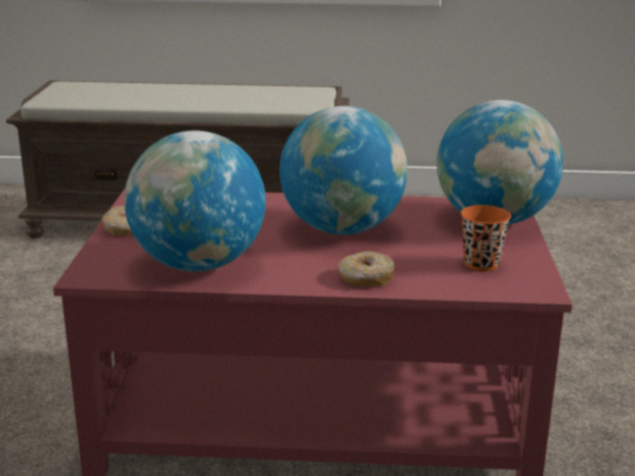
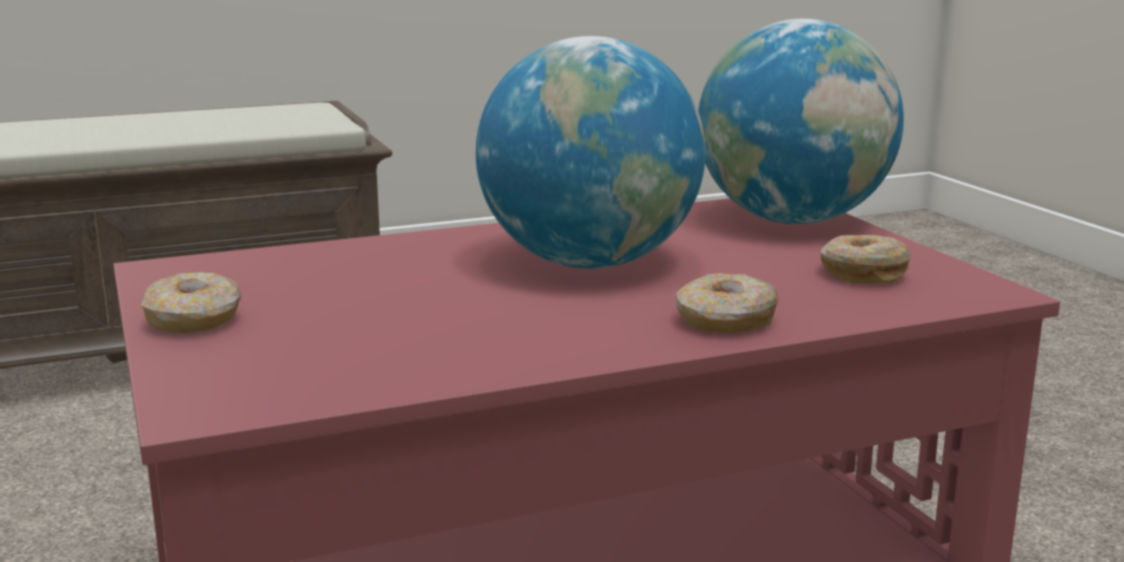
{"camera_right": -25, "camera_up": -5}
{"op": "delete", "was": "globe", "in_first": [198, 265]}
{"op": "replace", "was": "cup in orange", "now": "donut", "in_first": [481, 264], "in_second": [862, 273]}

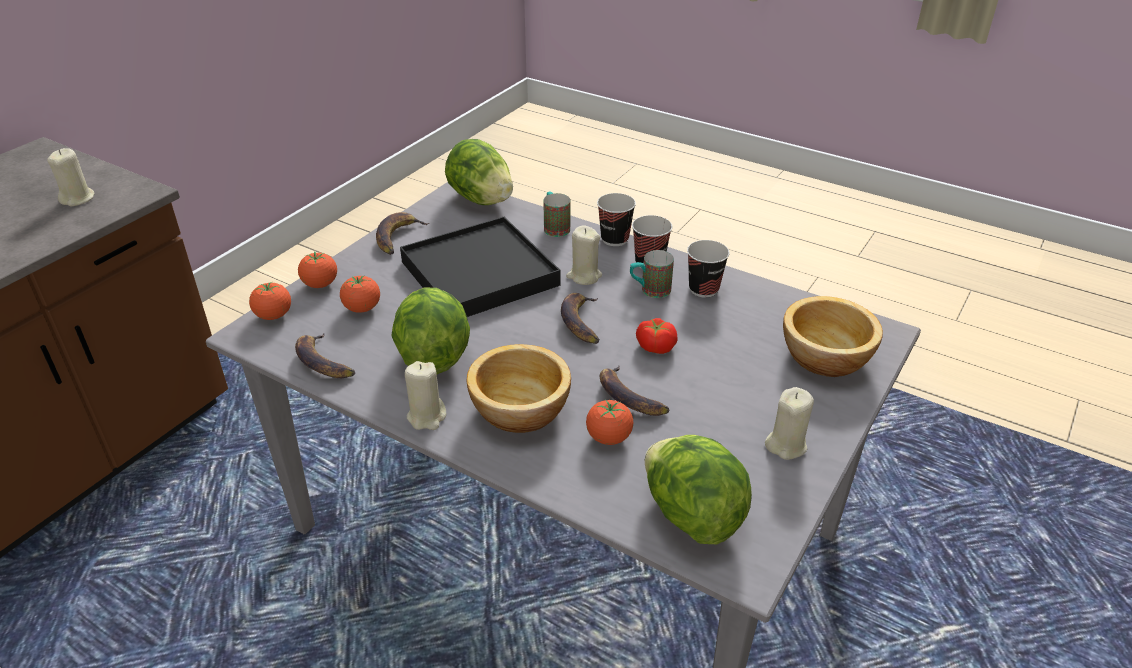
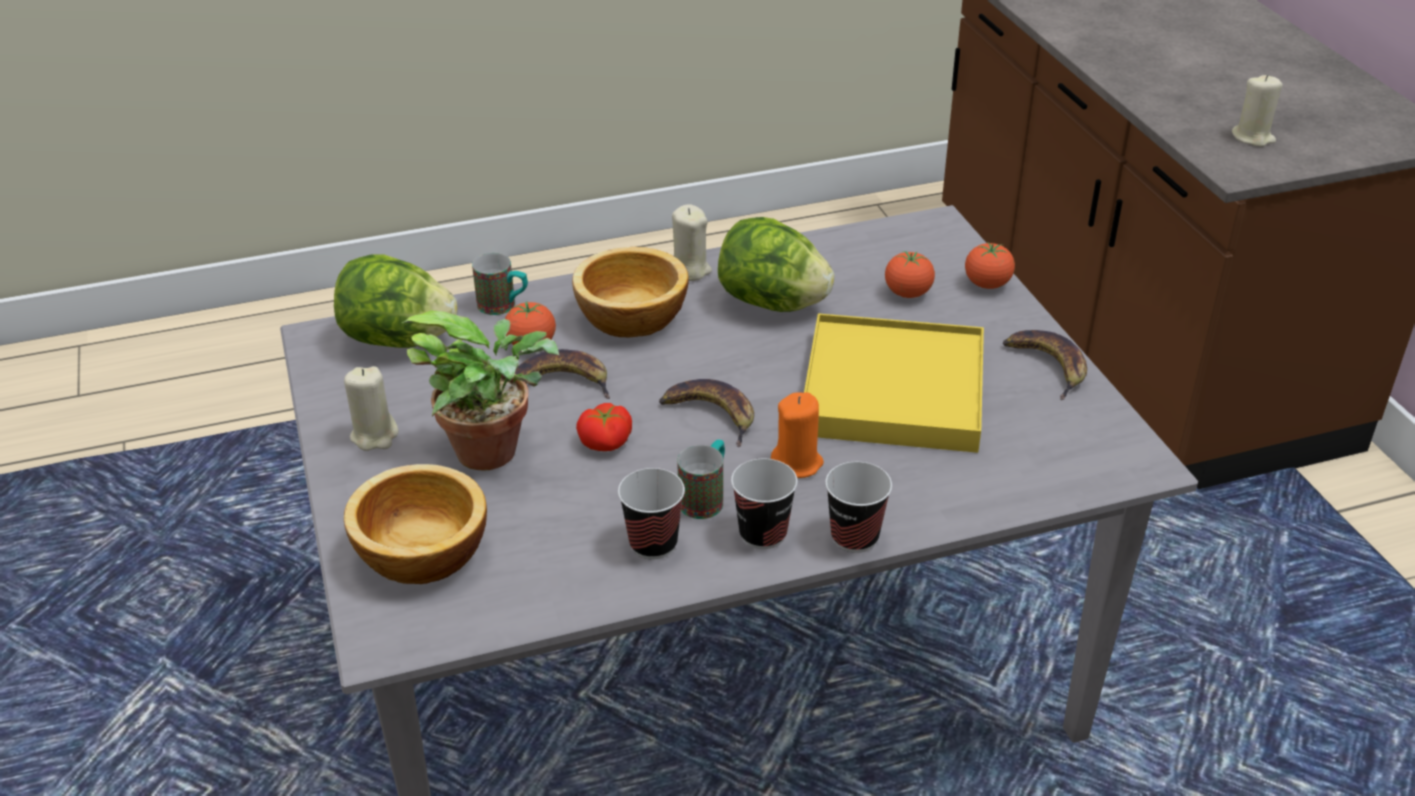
{"camera_right": 130, "camera_up": 0}
{"op": "delete", "was": "tomato", "in_first": [274, 316]}
{"op": "delete", "was": "banana fruit", "in_first": [323, 362]}
{"op": "recolor", "was": "serving tray in black", "now": "serving tray in yellowish", "in_first": [479, 273], "in_second": [894, 390]}
{"op": "delete", "was": "head of lettuce", "in_first": [481, 199]}
{"op": "move", "was": "coffee mug", "in_first": [555, 227], "in_second": [504, 306]}
{"op": "recolor", "was": "candle in sand-coloured", "now": "candle in orange", "in_first": [584, 276], "in_second": [797, 463]}
{"op": "insert", "now": "potted plant", "in_second": [495, 451]}

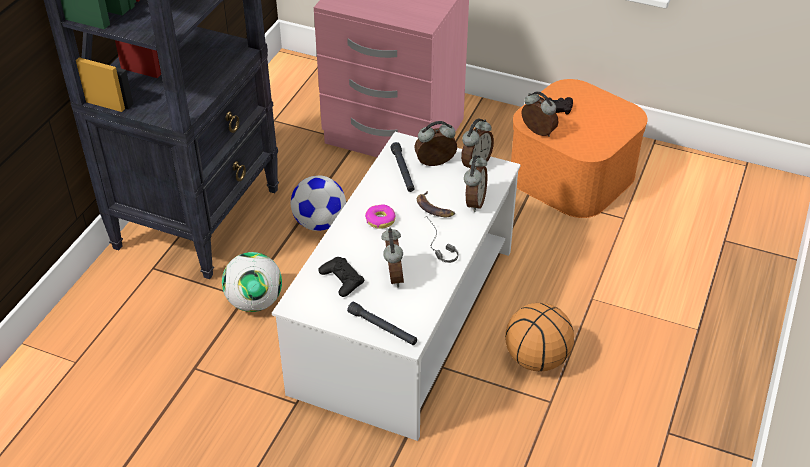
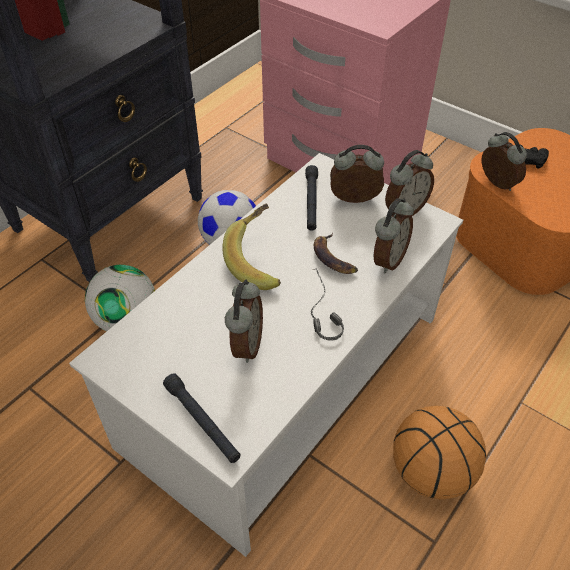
{"camera_right": 15, "camera_up": 5}
{"op": "delete", "was": "joypad in black", "in_first": [342, 280]}
{"op": "replace", "was": "donut", "now": "banana fruit", "in_first": [380, 220], "in_second": [260, 261]}

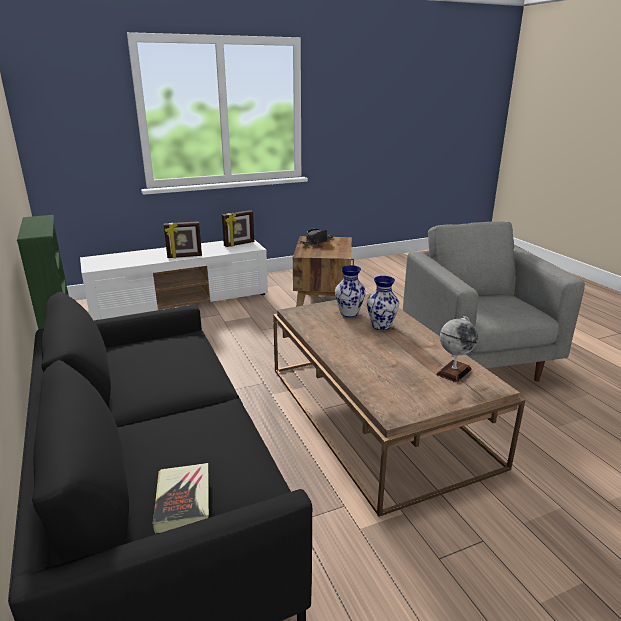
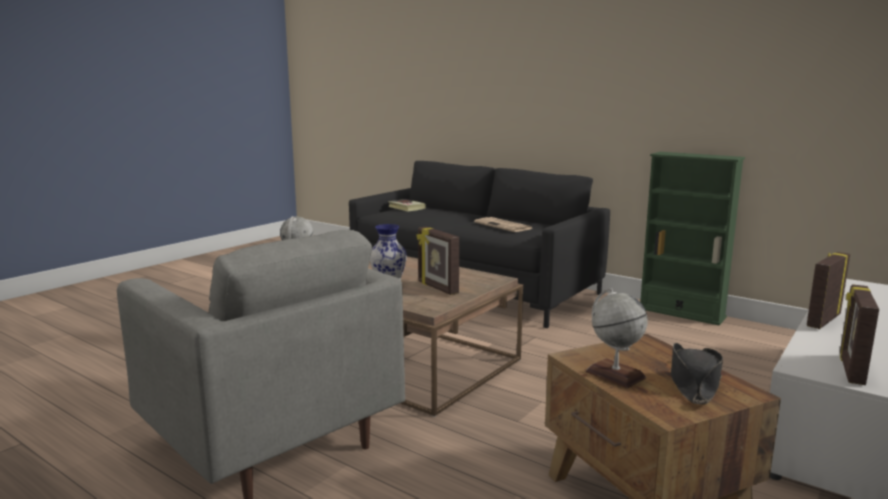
{"camera_right": 150, "camera_up": -10}
{"op": "replace", "was": "vase", "now": "photo frame", "in_first": [348, 313], "in_second": [437, 288]}
{"op": "insert", "now": "printed paper", "in_second": [504, 226]}
{"op": "insert", "now": "globe", "in_second": [615, 374]}

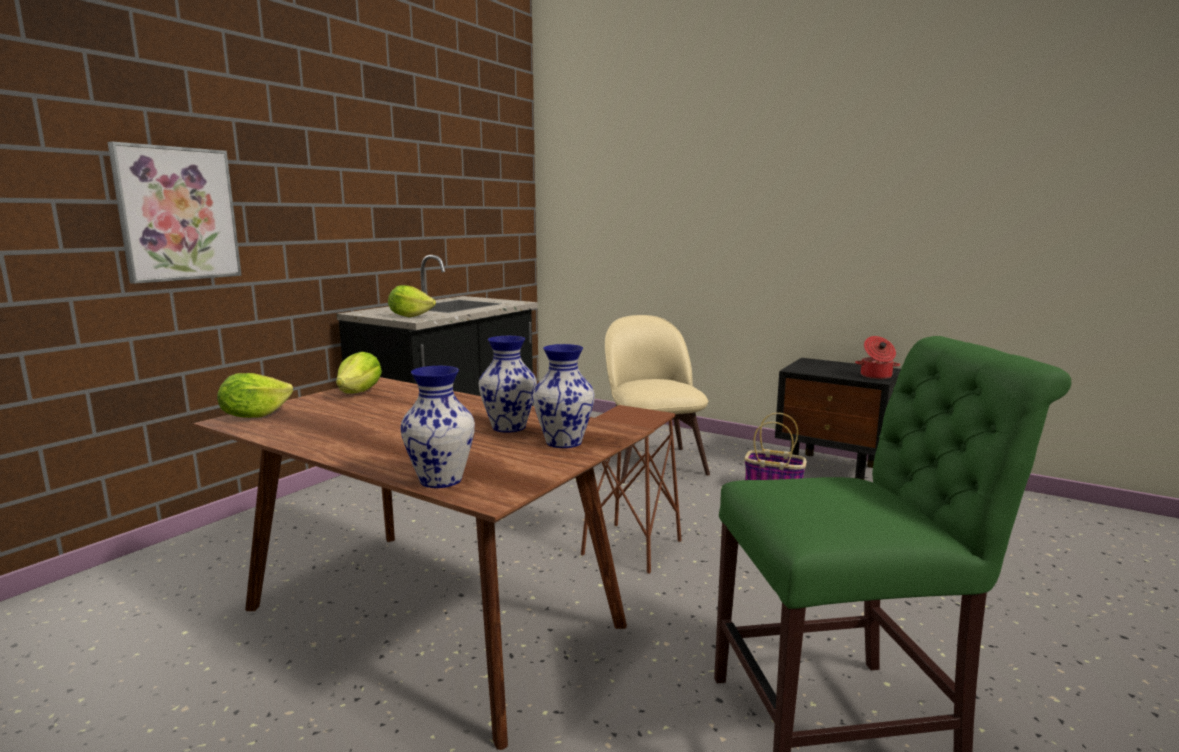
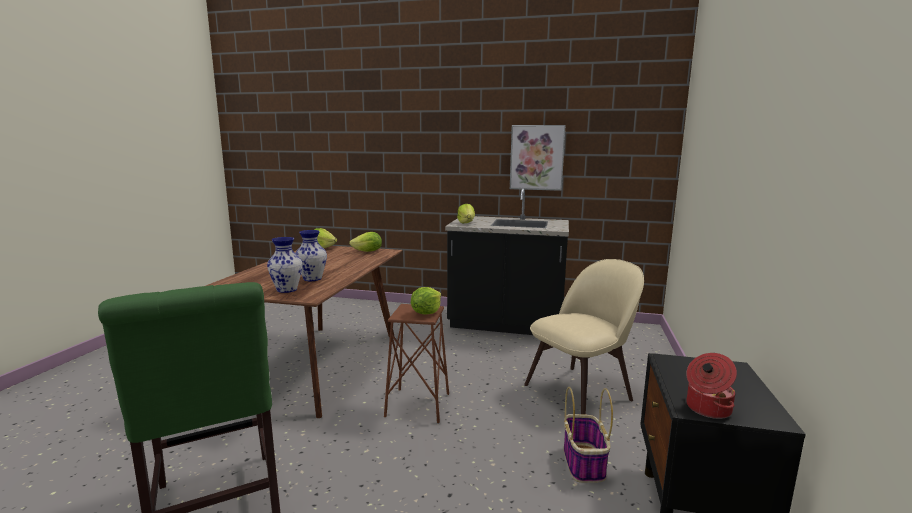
{"camera_right": 70, "camera_up": 0}
{"op": "move", "was": "wall picture", "in_first": [177, 214], "in_second": [537, 157]}
{"op": "delete", "was": "vase", "in_first": [441, 480]}
{"op": "insert", "now": "head of lettuce", "in_second": [426, 312]}

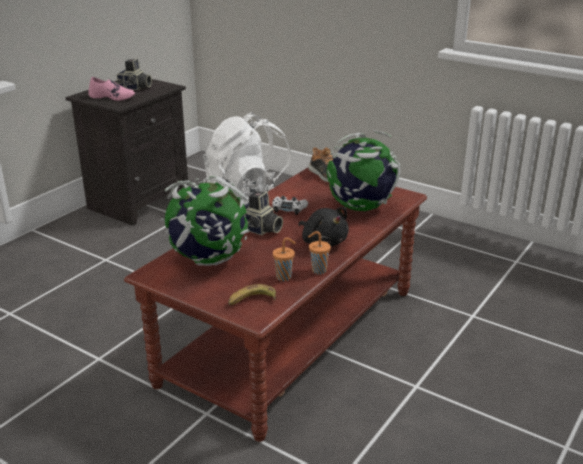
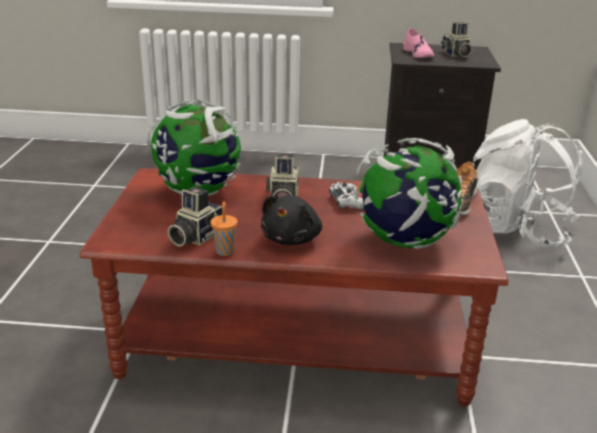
{"camera_right": 60, "camera_up": 0}
{"op": "delete", "was": "banana fruit", "in_first": [251, 300]}
{"op": "replace", "was": "cup in orange", "now": "still camera", "in_first": [284, 277], "in_second": [195, 236]}

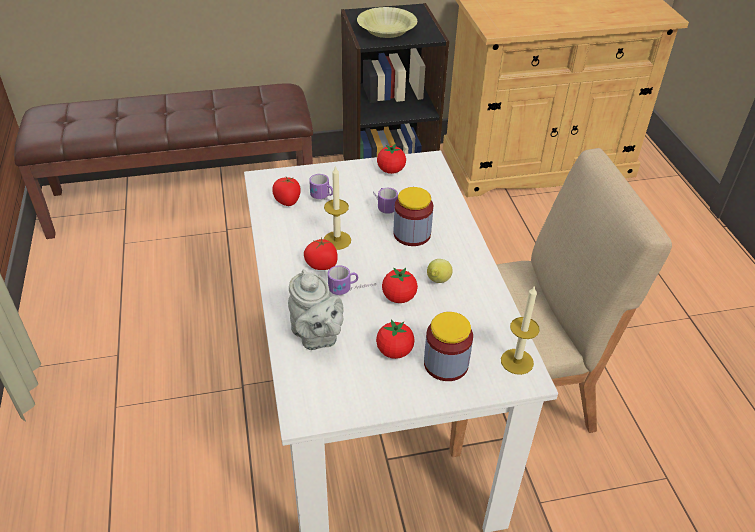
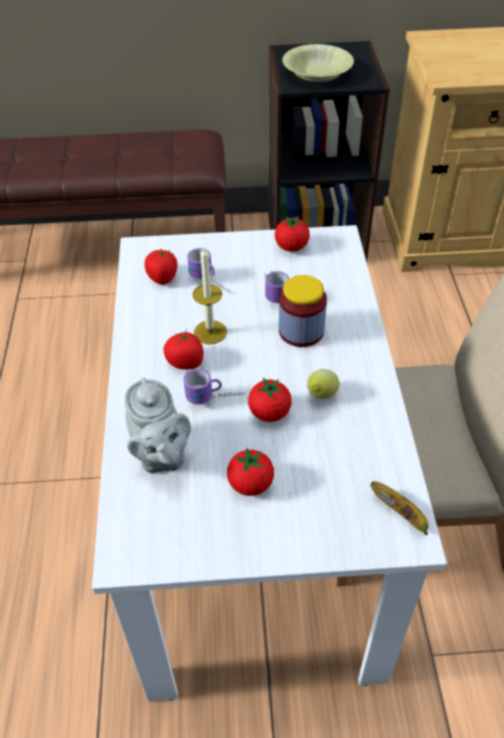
{"camera_right": 10, "camera_up": 5}
{"op": "delete", "was": "storage jar", "in_first": [446, 364]}
{"op": "replace", "was": "candle", "now": "banana fruit", "in_first": [517, 361], "in_second": [401, 514]}

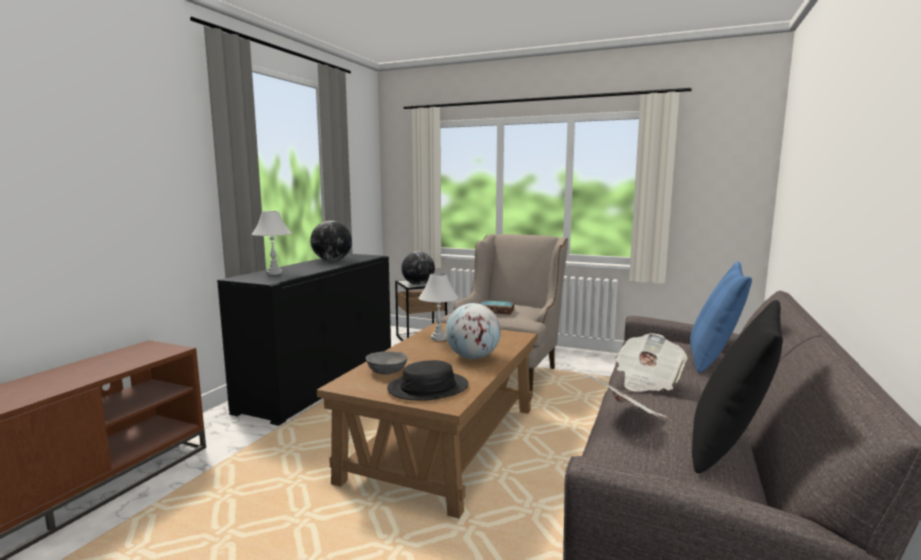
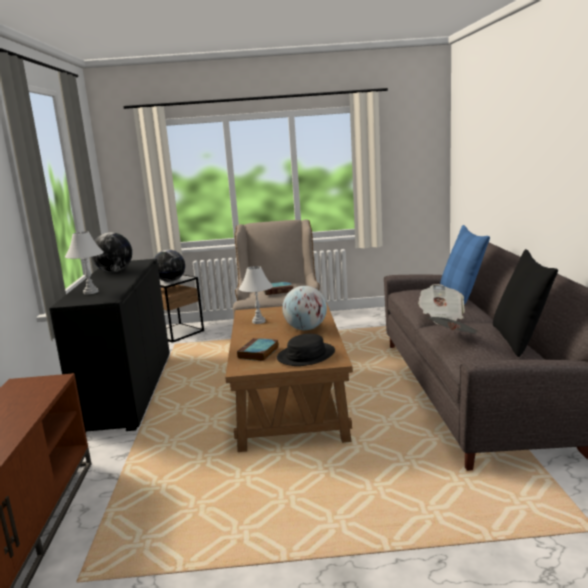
{"camera_right": -25, "camera_up": 5}
{"op": "replace", "was": "serving bowl in grey", "now": "book", "in_first": [386, 372], "in_second": [258, 353]}

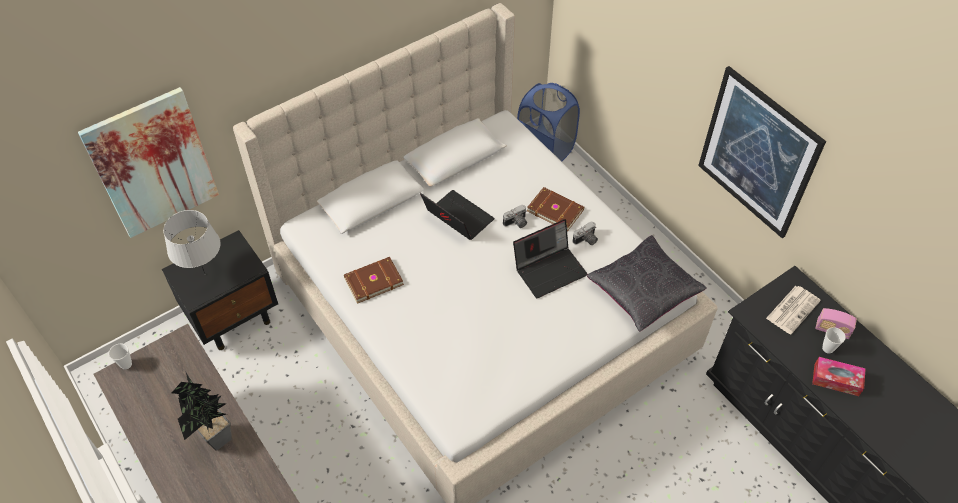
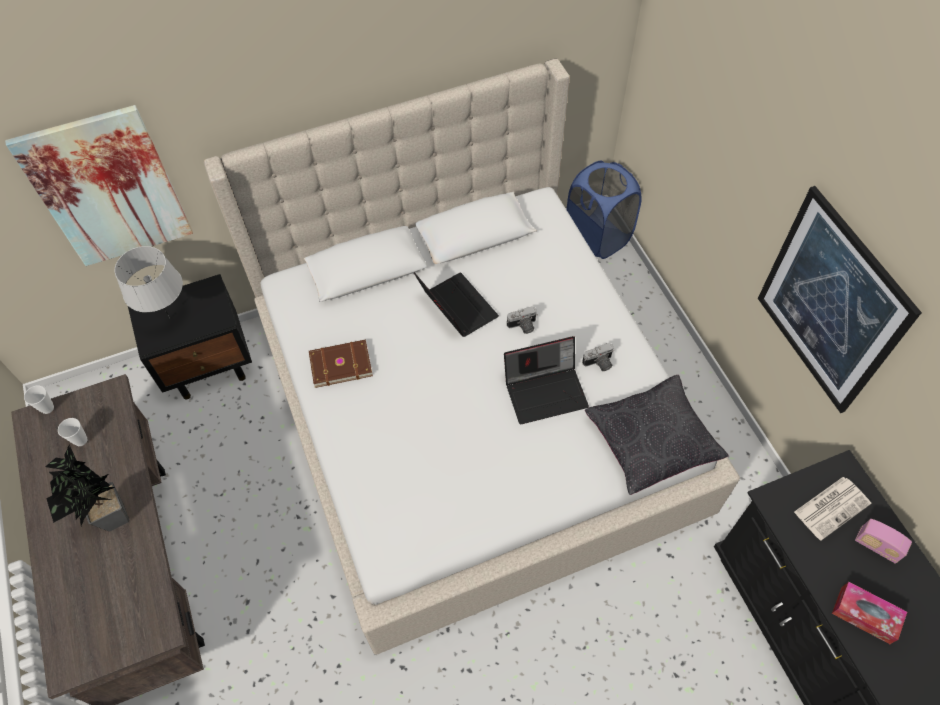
{"camera_right": 15, "camera_up": 5}
{"op": "delete", "was": "book in brown", "in_first": [555, 209]}
{"op": "move", "was": "cup", "in_first": [827, 348], "in_second": [81, 440]}

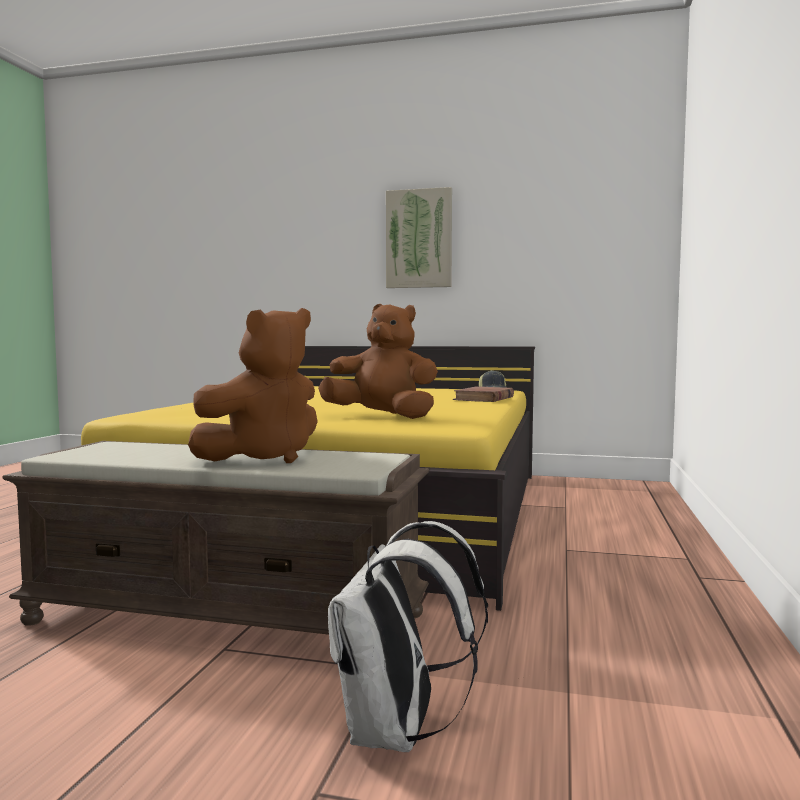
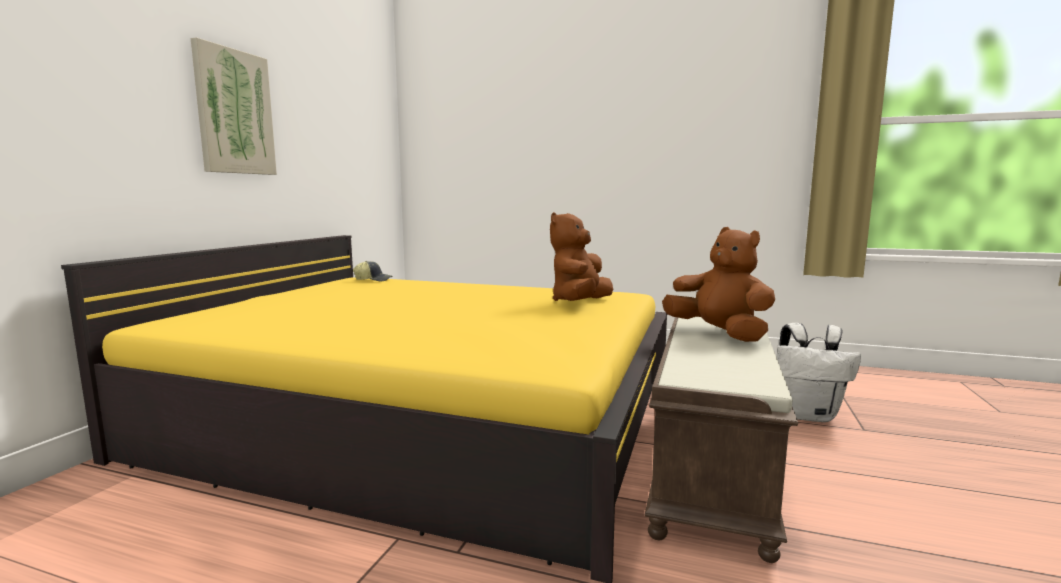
{"camera_right": -85, "camera_up": 5}
{"op": "delete", "was": "book in brown", "in_first": [484, 398]}

